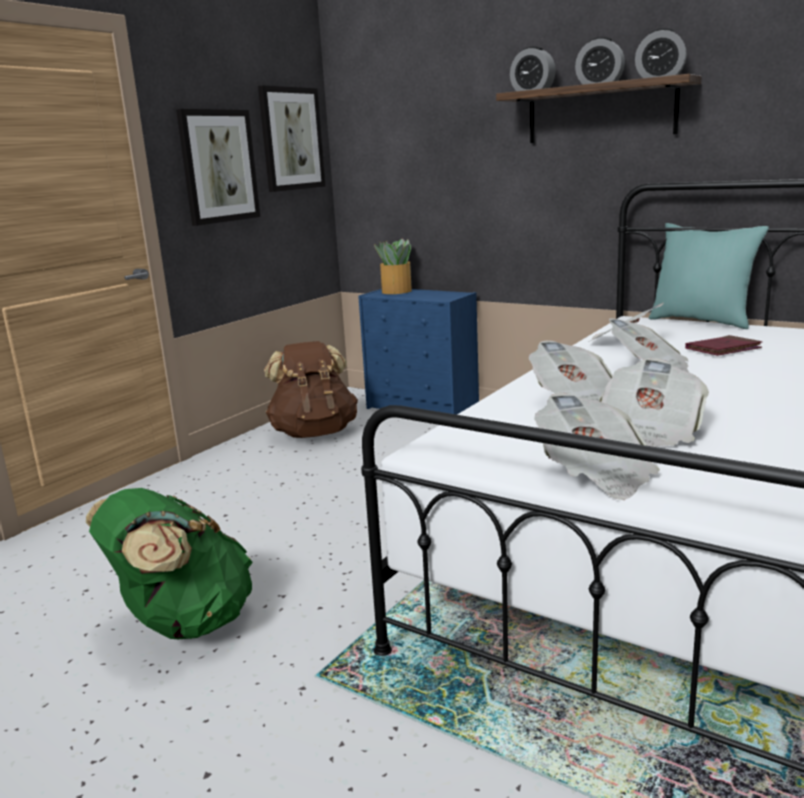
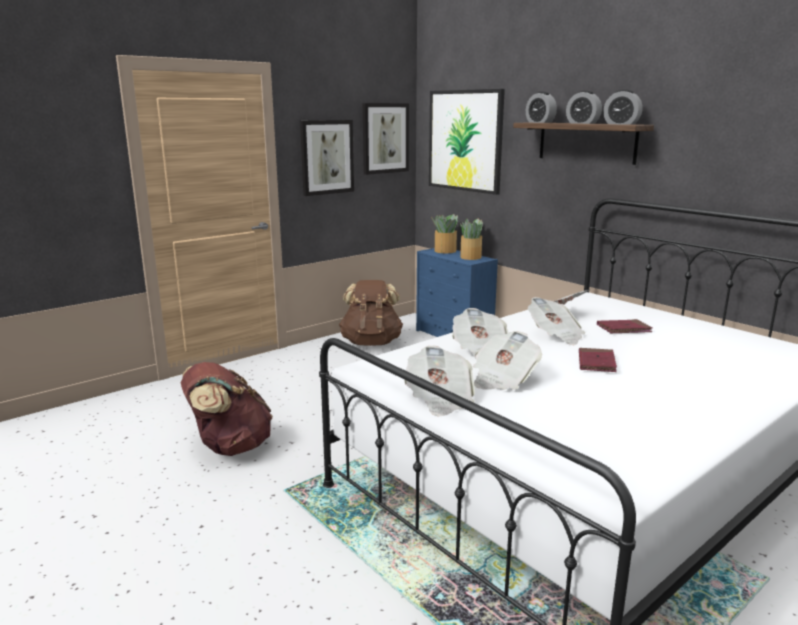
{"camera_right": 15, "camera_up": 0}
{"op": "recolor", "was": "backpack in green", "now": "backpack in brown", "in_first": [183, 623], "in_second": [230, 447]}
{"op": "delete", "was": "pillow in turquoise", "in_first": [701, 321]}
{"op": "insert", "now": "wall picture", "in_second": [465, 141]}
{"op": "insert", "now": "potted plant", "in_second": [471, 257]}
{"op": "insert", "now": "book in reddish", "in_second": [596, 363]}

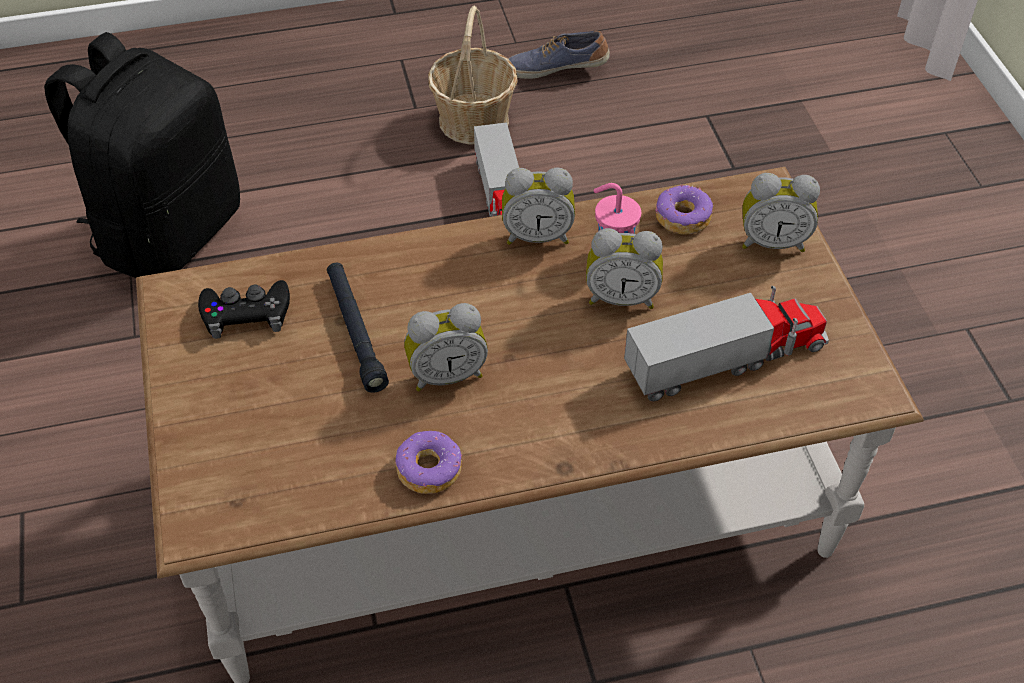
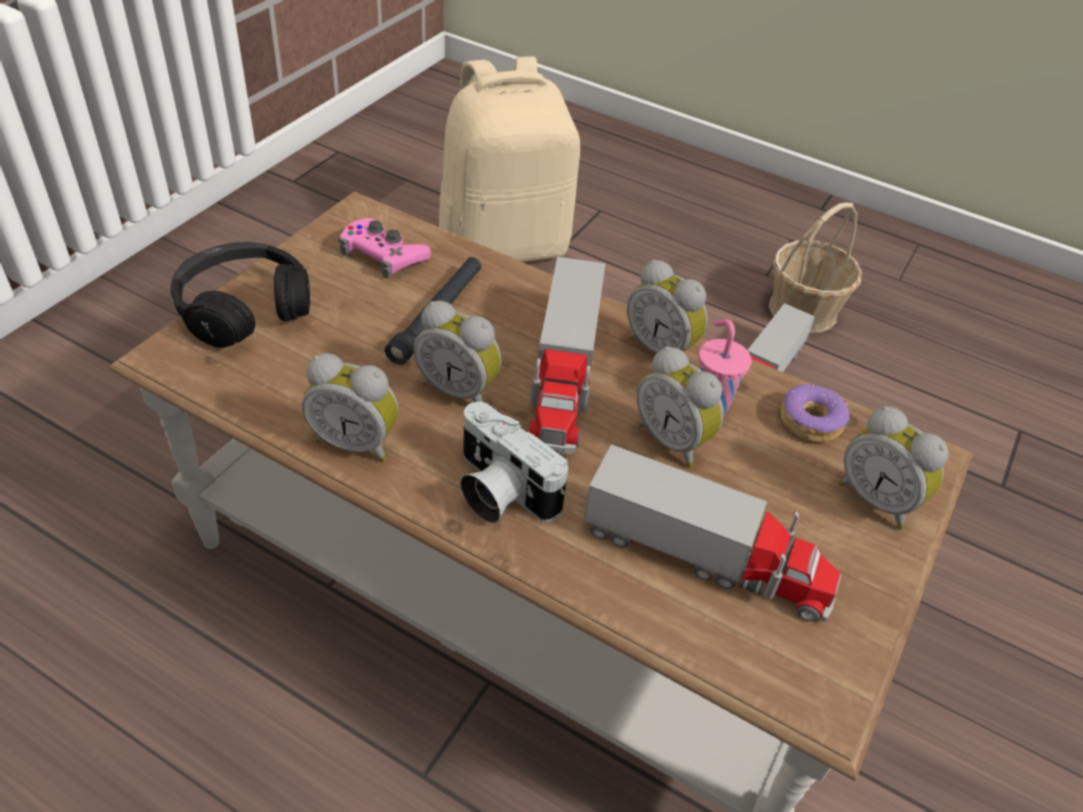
{"camera_right": 40, "camera_up": -5}
{"op": "recolor", "was": "backpack in black", "now": "backpack in sand-coloured", "in_first": [168, 231], "in_second": [505, 244]}
{"op": "recolor", "was": "joypad in black", "now": "joypad in pinkish", "in_first": [246, 314], "in_second": [383, 255]}
{"op": "replace", "was": "donut", "now": "bedside clock", "in_first": [429, 468], "in_second": [356, 441]}
{"op": "delete", "was": "item of footwear", "in_first": [556, 68]}
{"op": "insert", "now": "headphones in black", "in_second": [244, 308]}
{"op": "insert", "now": "still camera", "in_second": [498, 491]}
{"op": "insert", "now": "toy truck", "in_second": [563, 376]}

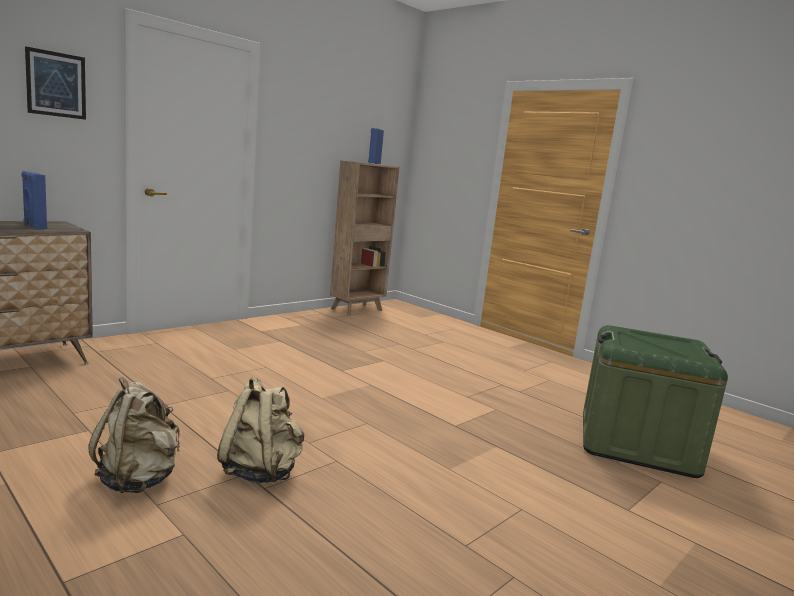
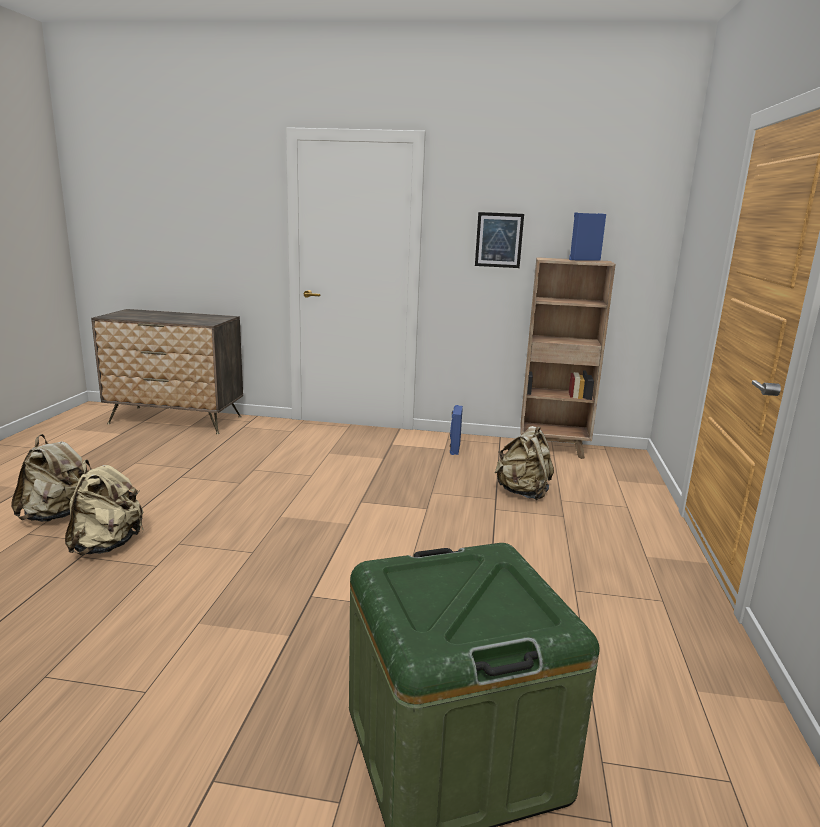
{"camera_right": 55, "camera_up": 5}
{"op": "move", "was": "speaker in blue", "in_first": [34, 226], "in_second": [454, 449]}
{"op": "move", "was": "wall picture", "in_first": [56, 84], "in_second": [499, 240]}
{"op": "insert", "now": "backpack in sand-coloured", "in_second": [523, 492]}

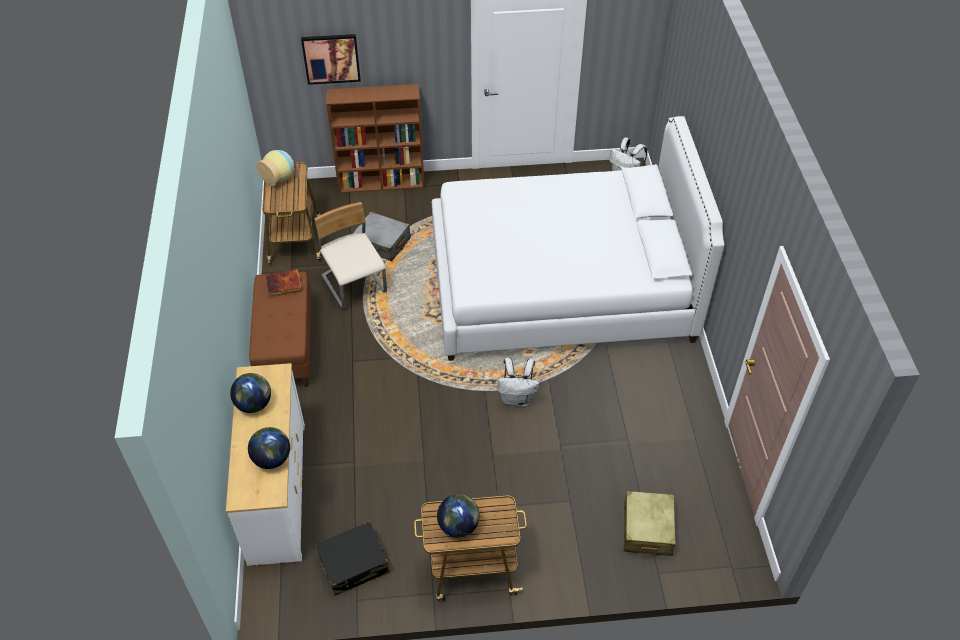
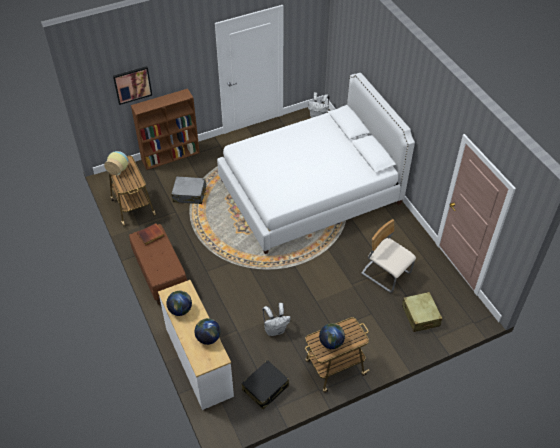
{"camera_right": -20, "camera_up": 0}
{"op": "move", "was": "plain chair in sand-coloured", "in_first": [354, 285], "in_second": [386, 273]}
{"op": "move", "was": "backpack in white-coloured", "in_first": [517, 398], "in_second": [275, 330]}

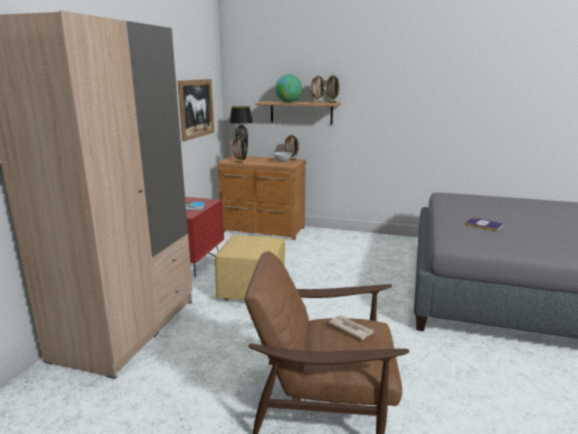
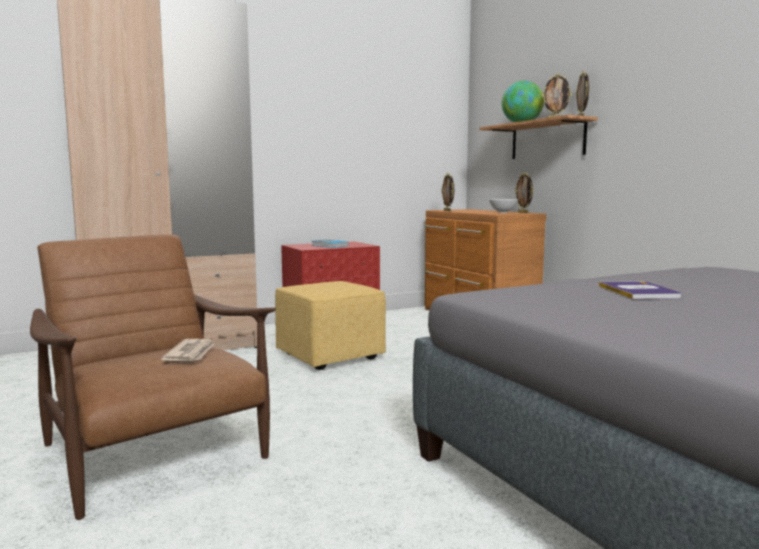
{"camera_right": 45, "camera_up": -10}
{"op": "delete", "was": "wall picture", "in_first": [196, 108]}
{"op": "delete", "was": "tabletop lamp in black", "in_first": [242, 159]}

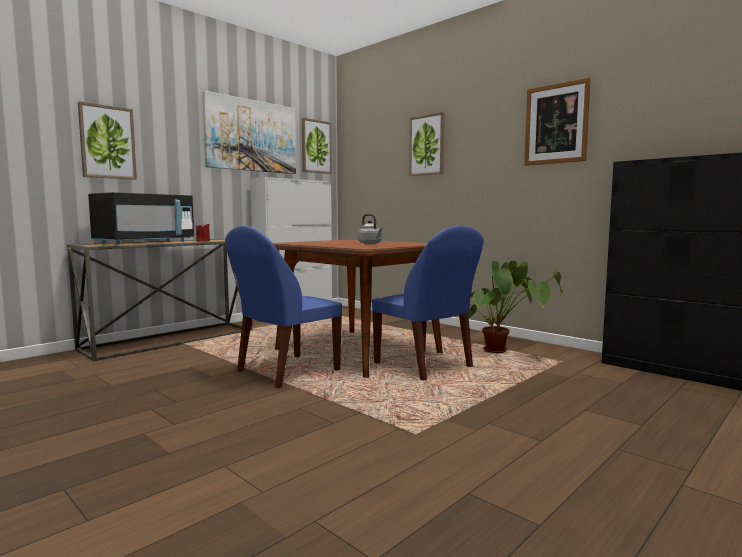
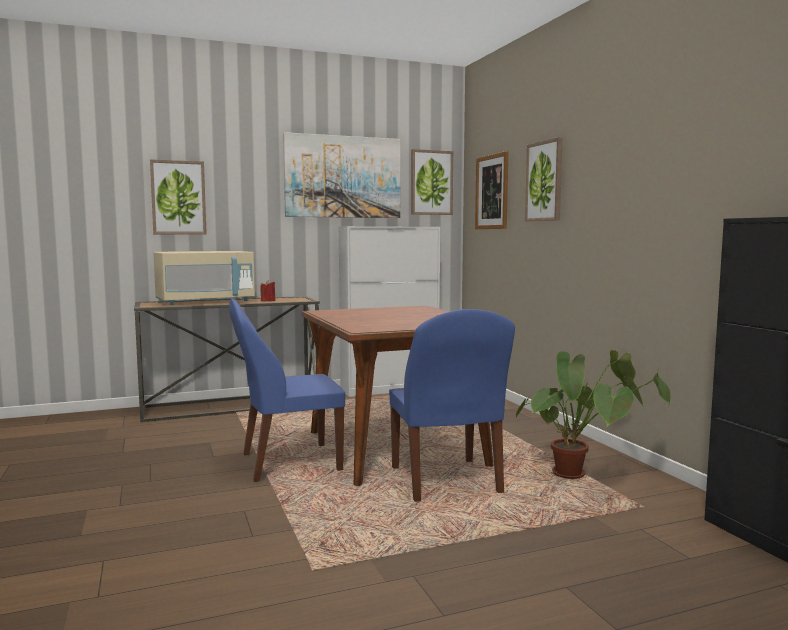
{"camera_right": 25, "camera_up": 0}
{"op": "recolor", "was": "microwave in black", "now": "microwave in sand-coloured", "in_first": [145, 242], "in_second": [205, 302]}
{"op": "delete", "was": "kettle in grey", "in_first": [371, 243]}
{"op": "move", "was": "wall picture", "in_first": [556, 124], "in_second": [492, 192]}

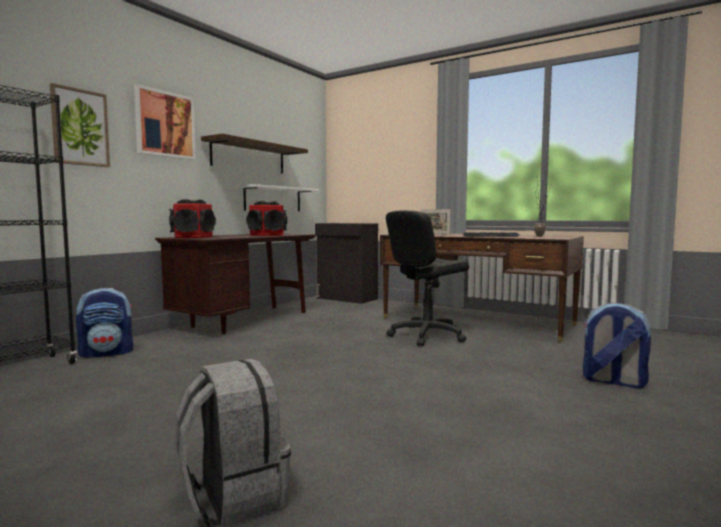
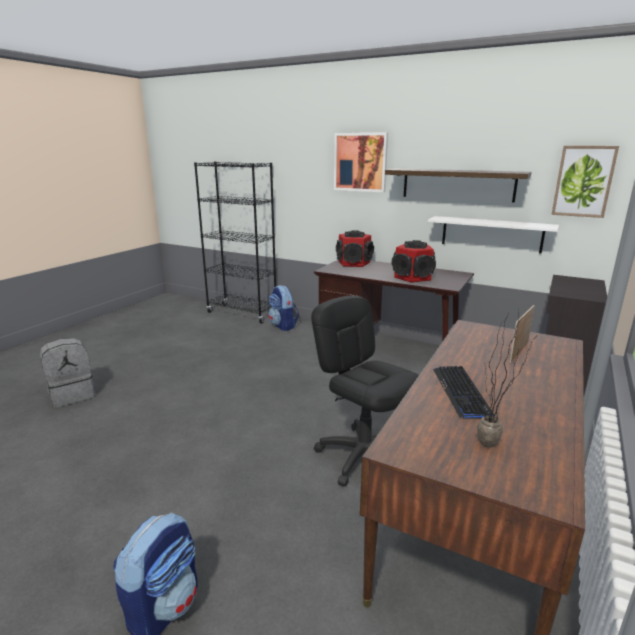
{"camera_right": 85, "camera_up": 15}
{"op": "move", "was": "wall picture", "in_first": [80, 127], "in_second": [583, 181]}

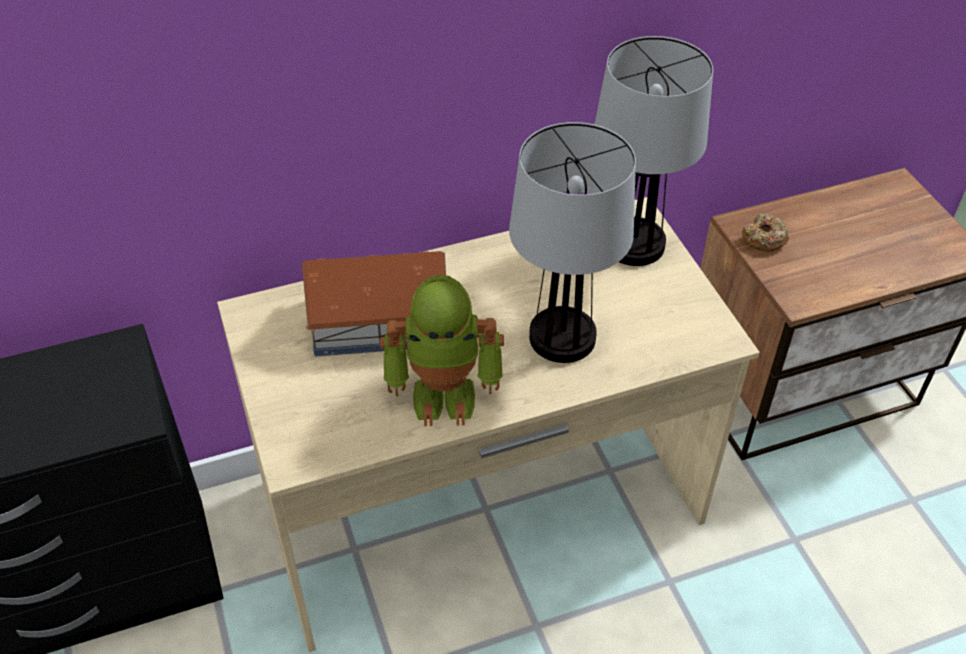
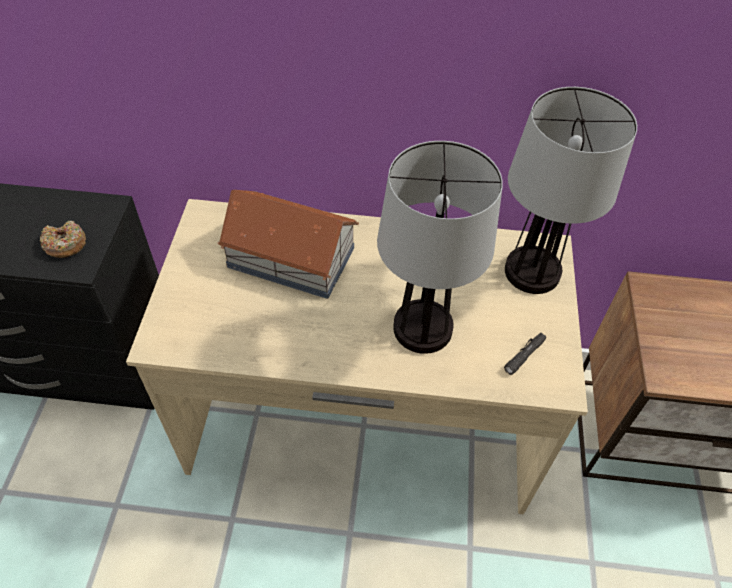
{"camera_right": 25, "camera_up": 5}
{"op": "delete", "was": "model robot", "in_first": [445, 394]}
{"op": "move", "was": "donut", "in_first": [764, 239], "in_second": [65, 244]}
{"op": "insert", "now": "torch in black", "in_second": [524, 355]}

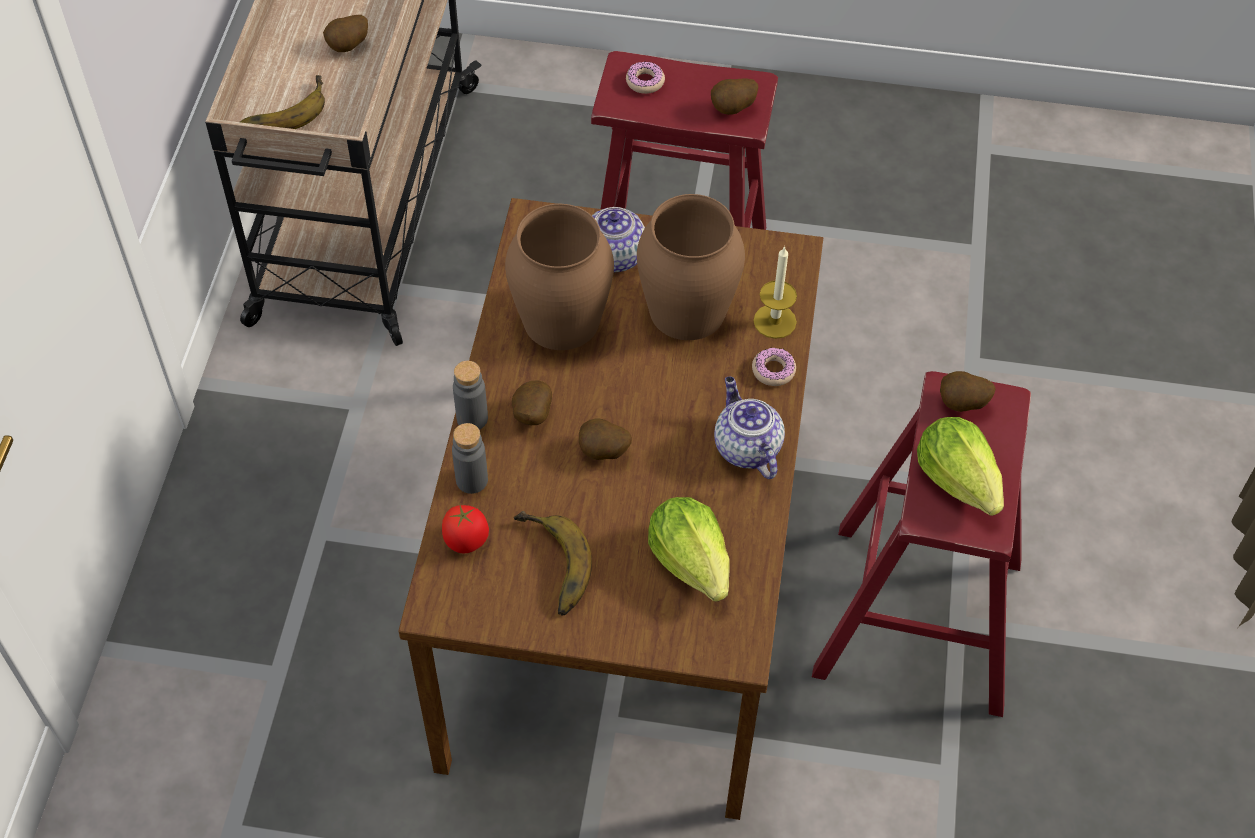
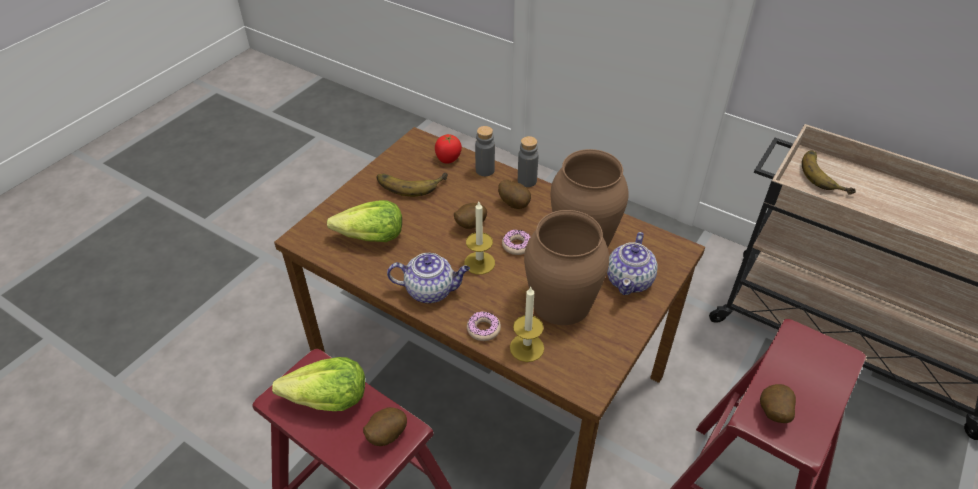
{"camera_right": 115, "camera_up": -10}
{"op": "delete", "was": "whole potato", "in_first": [349, 47]}
{"op": "move", "was": "donut", "in_first": [645, 82], "in_second": [517, 245]}
{"op": "insert", "now": "candle", "in_second": [479, 263]}

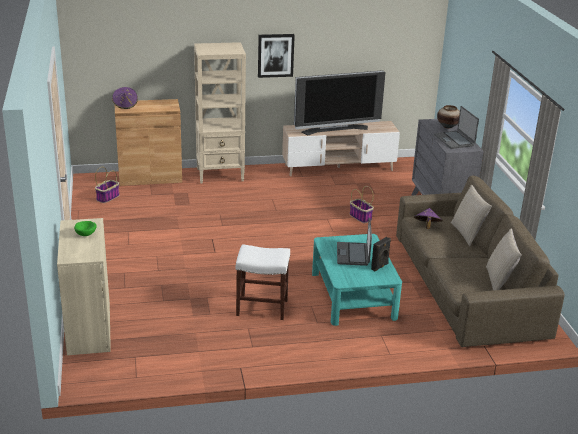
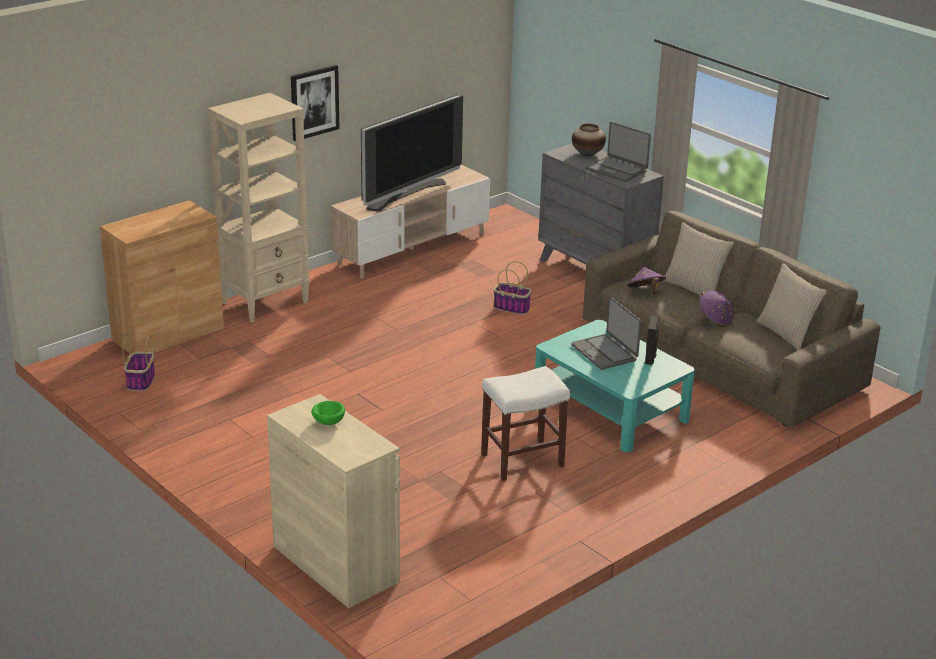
{"camera_right": -30, "camera_up": 0}
{"op": "move", "was": "clothing hat in purplish", "in_first": [125, 105], "in_second": [715, 319]}

